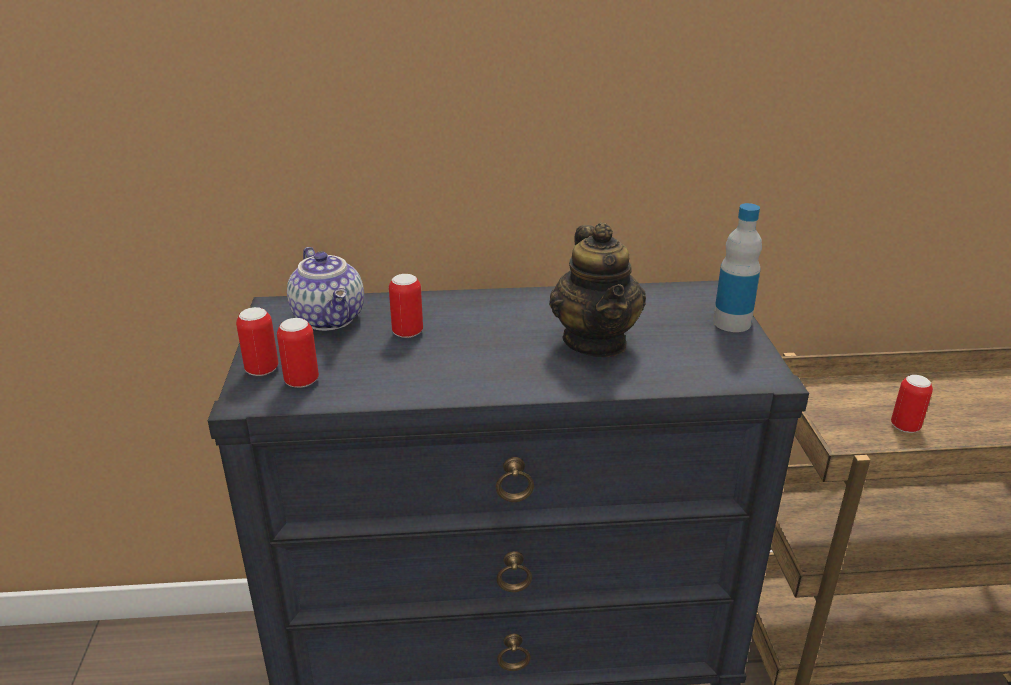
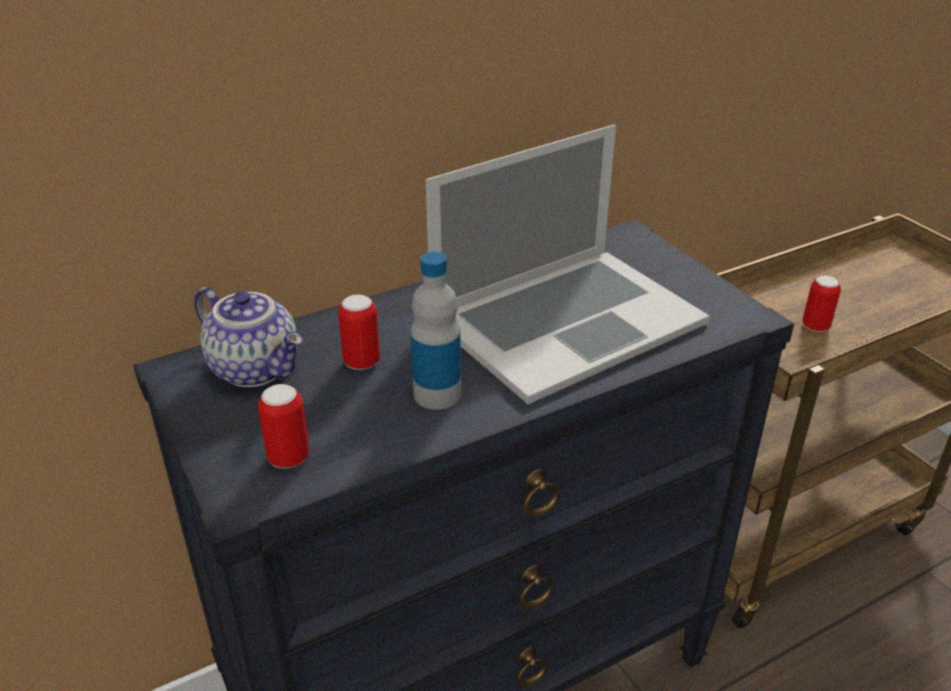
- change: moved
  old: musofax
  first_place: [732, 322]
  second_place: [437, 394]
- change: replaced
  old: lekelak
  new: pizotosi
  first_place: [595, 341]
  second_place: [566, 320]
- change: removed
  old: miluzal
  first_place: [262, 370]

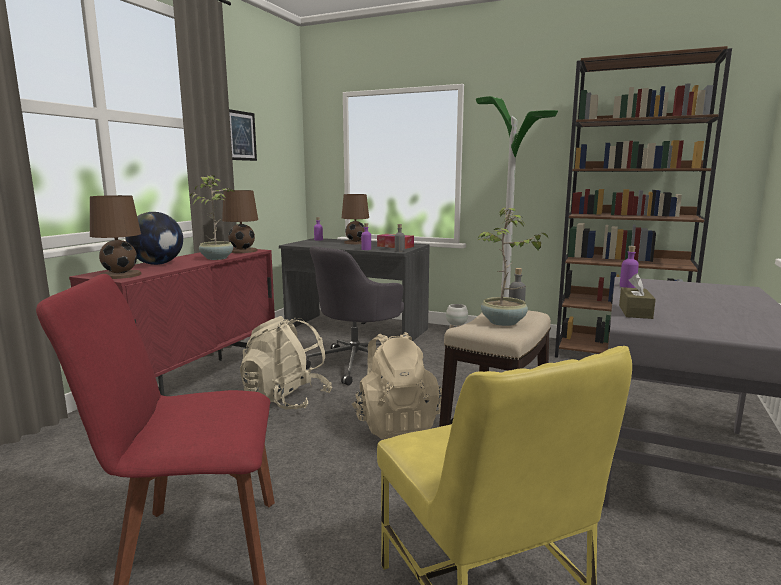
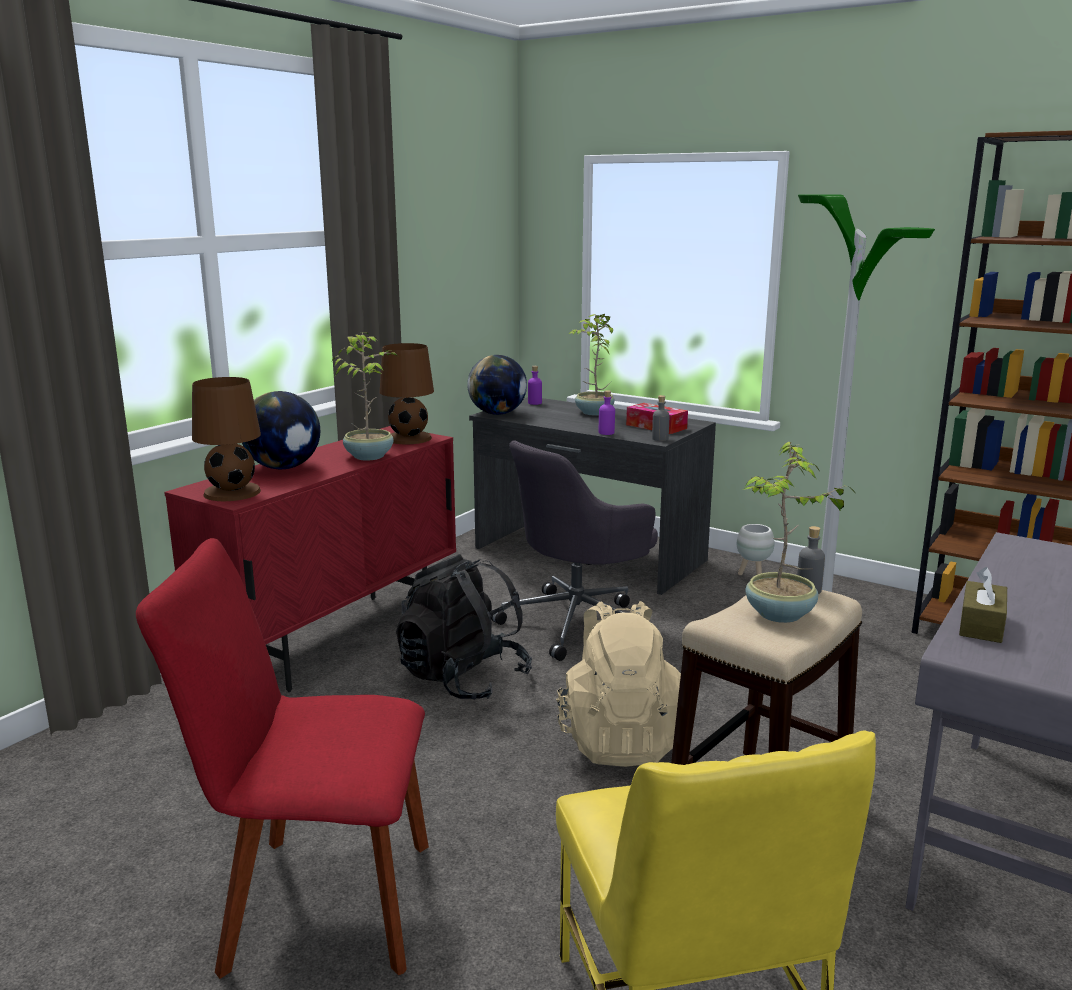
- change: removed
  old: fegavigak
  first_place: [241, 136]
- change: replaced
  old: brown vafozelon
  new: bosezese
  first_place: [355, 242]
  second_place: [593, 413]
- change: removed
  old: purple musofax
  first_place: [627, 286]
- change: recoloured
  old: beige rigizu
  new: black rigizu
  first_place: [286, 399]
  second_place: [463, 678]
- change: added
  new: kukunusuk
  second_place: [497, 413]

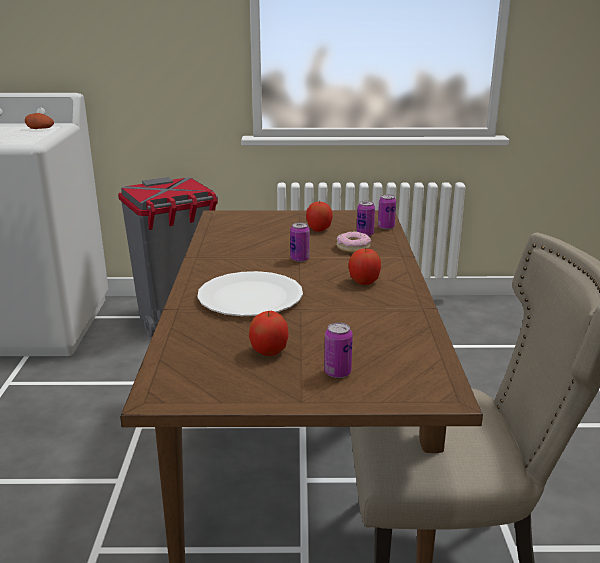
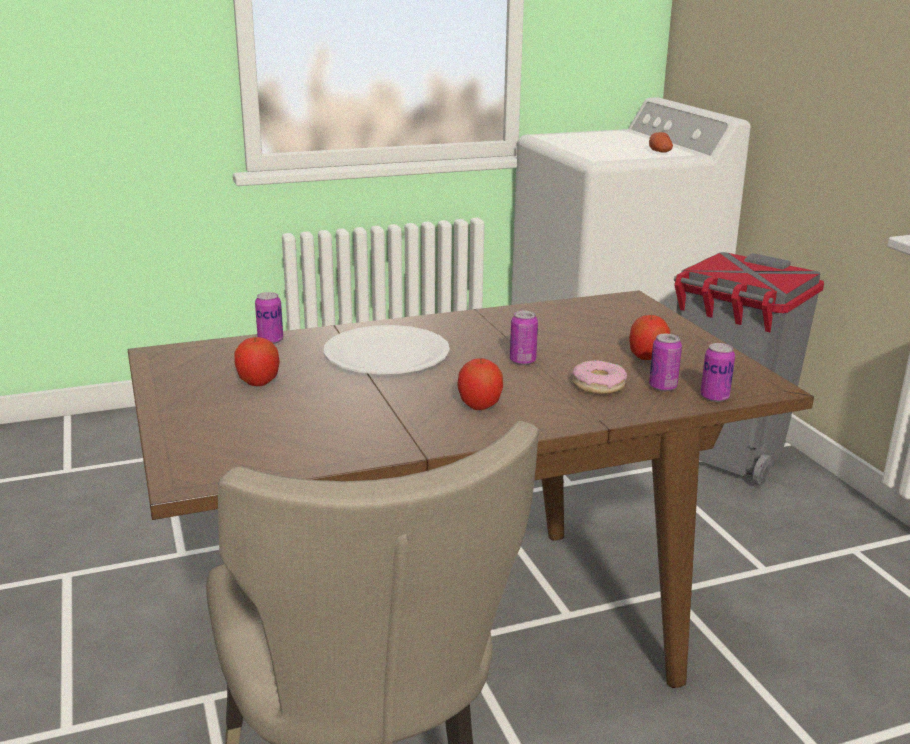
- change: moved
  old: miluzal
  first_place: [337, 373]
  second_place: [270, 340]

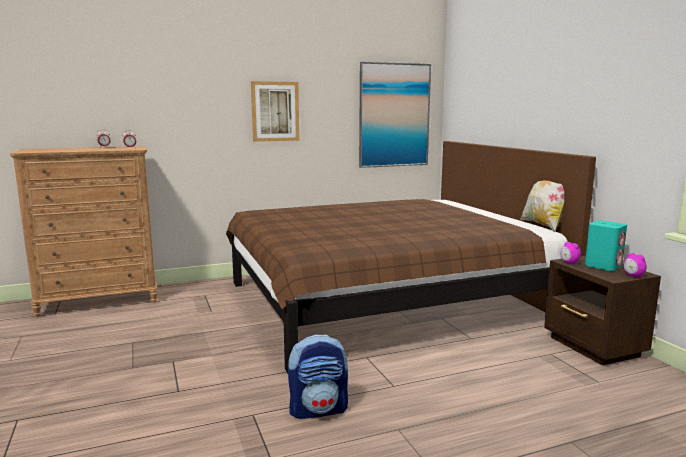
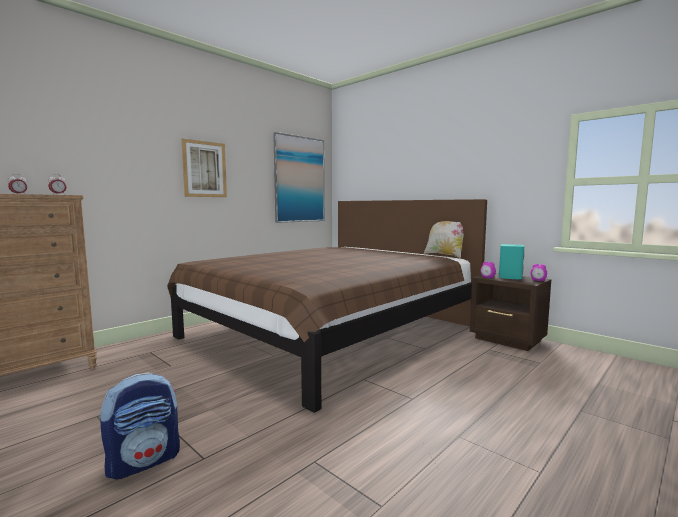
- change: moved
  old: rigizu
  first_place: [319, 409]
  second_place: [144, 461]

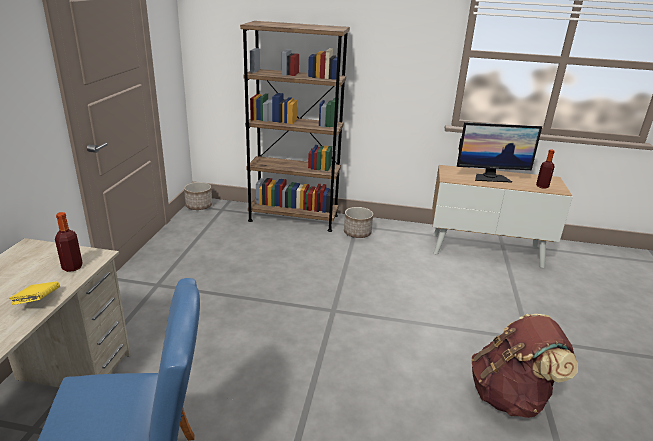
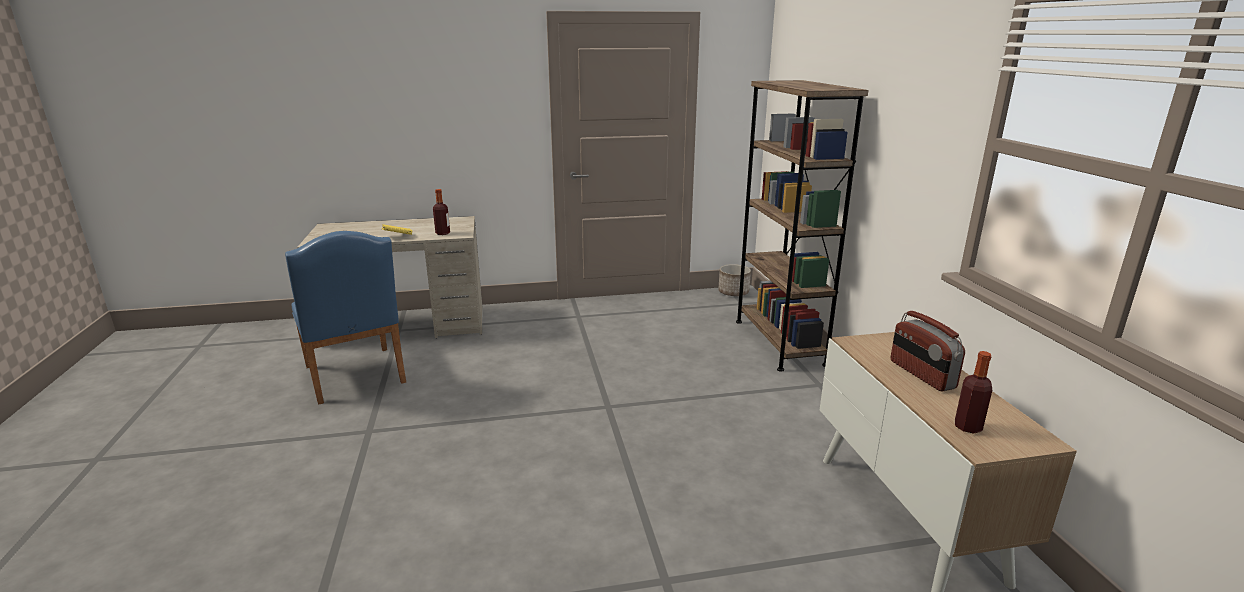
- change: replaced
  old: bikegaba
  new: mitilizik
  first_place: [490, 178]
  second_place: [921, 374]
- change: removed
  old: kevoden
  first_place: [357, 233]
- change: removed
  old: brown rigizu
  first_place: [510, 396]

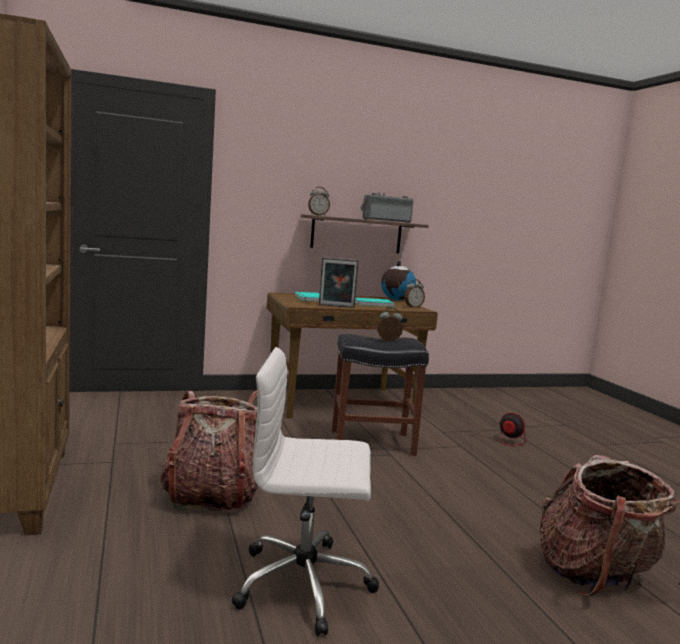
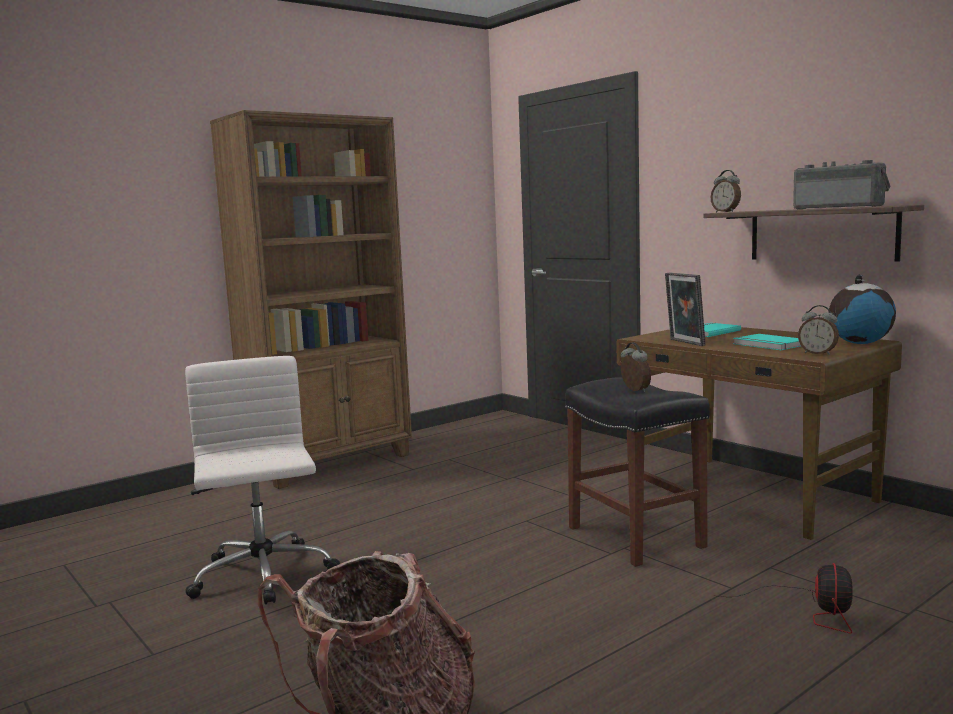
- change: removed
  old: rigizu
  first_place: [211, 496]

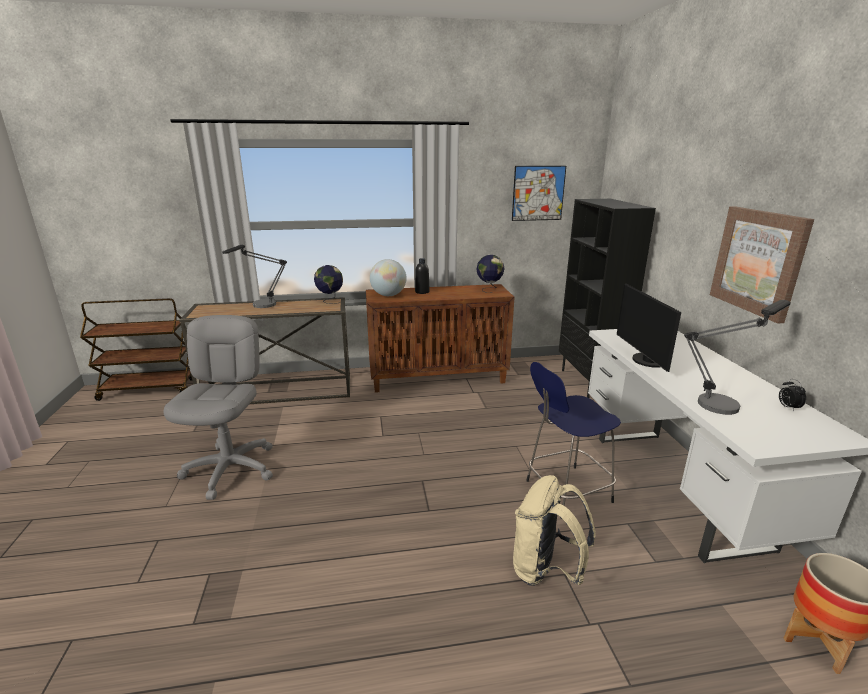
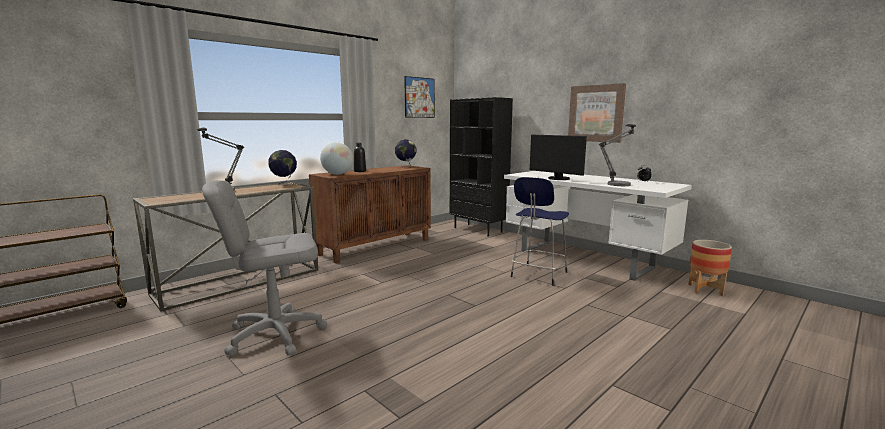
- change: turned
  old: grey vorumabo
  first_place: [231, 469]
  second_place: [275, 334]
  degrees: -75
- change: removed
  old: beige rigizu
  first_place: [545, 570]

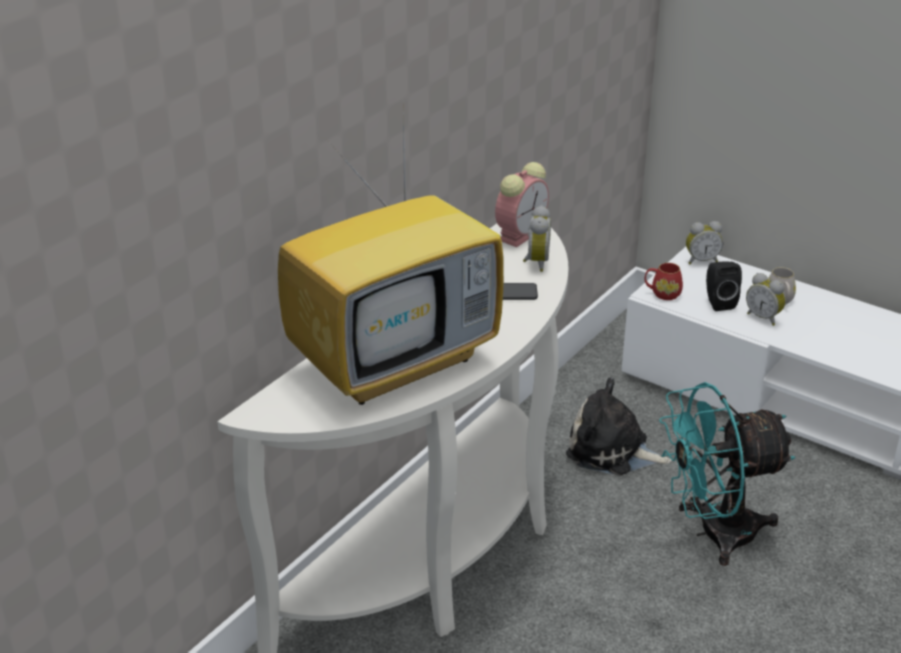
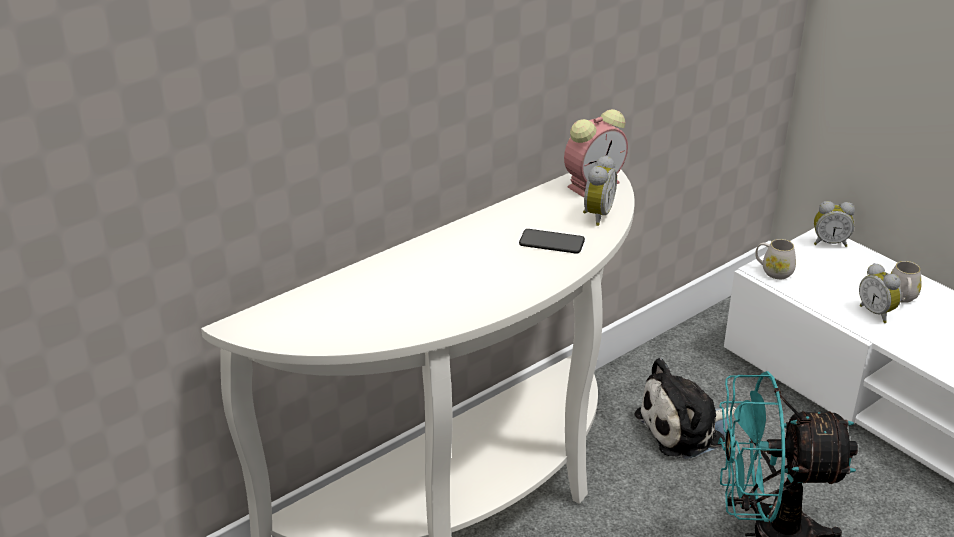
- change: removed
  old: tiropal
  first_place: [396, 361]
- change: removed
  old: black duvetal
  first_place: [718, 302]
- change: recoloured
  old: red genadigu
  new: white genadigu
  first_place: [662, 293]
  second_place: [773, 271]
- change: turned
  old: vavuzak
  first_place: [612, 450]
  second_place: [685, 428]
  degrees: -60

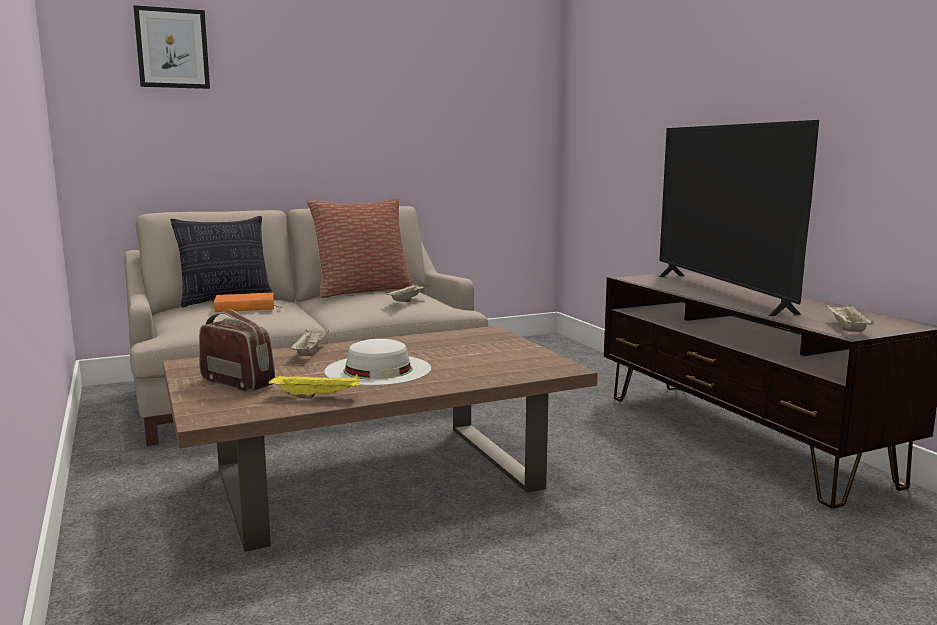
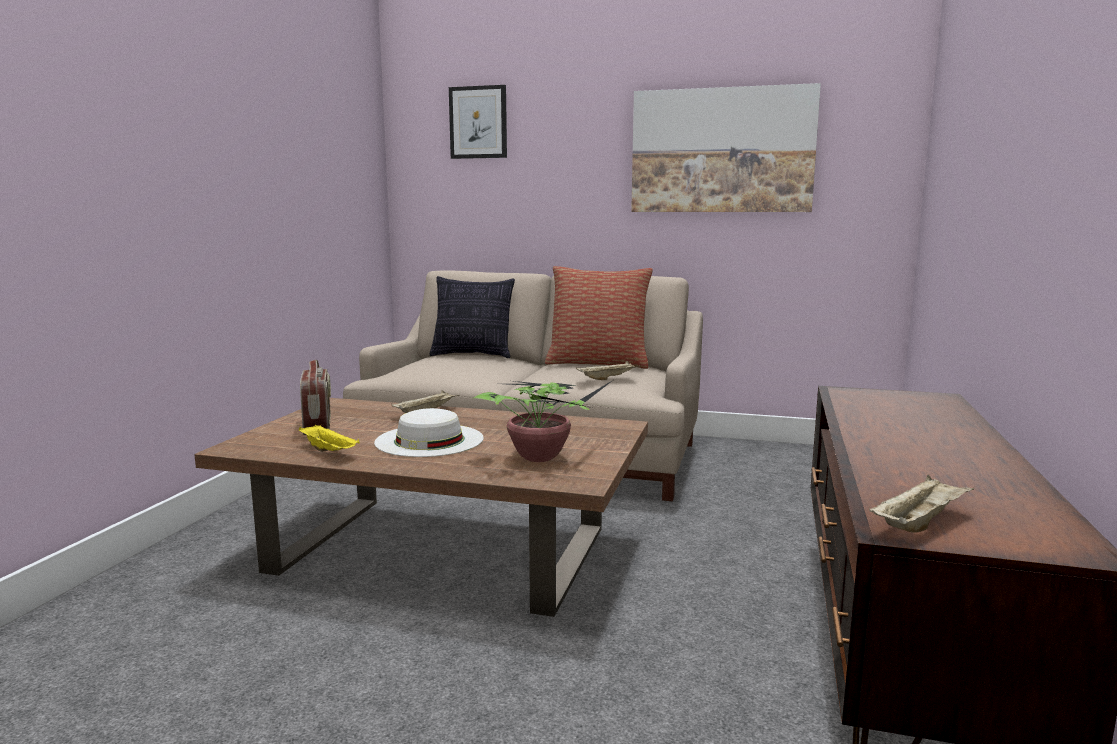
- change: removed
  old: tiropal
  first_place: [720, 293]
- change: removed
  old: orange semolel
  first_place: [245, 307]
- change: added
  new: fegavigak
  second_place: [722, 151]
- change: added
  new: bosezese
  second_place: [542, 456]

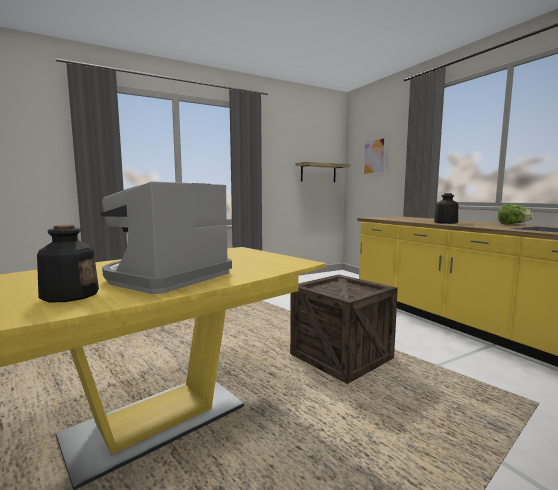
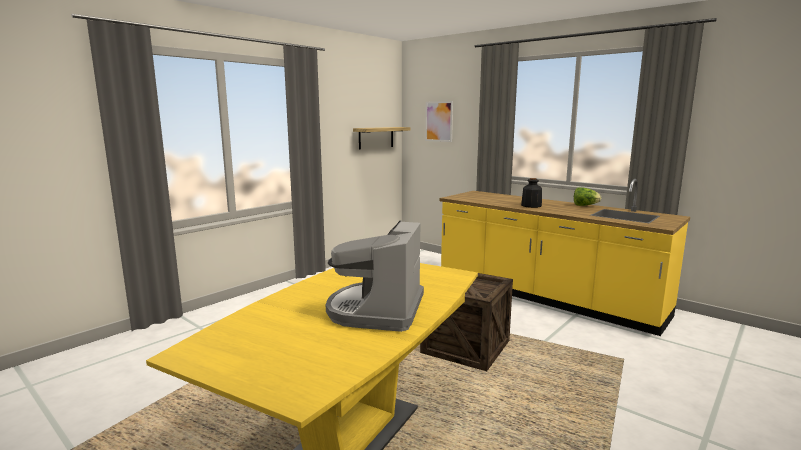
- change: removed
  old: musofax
  first_place: [69, 295]

